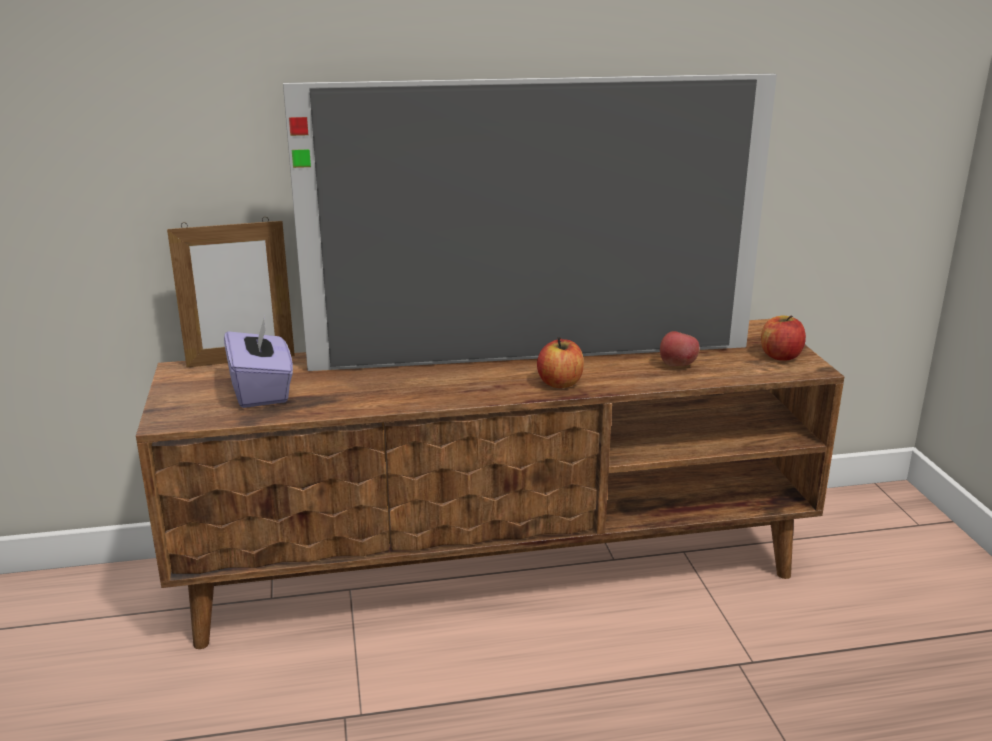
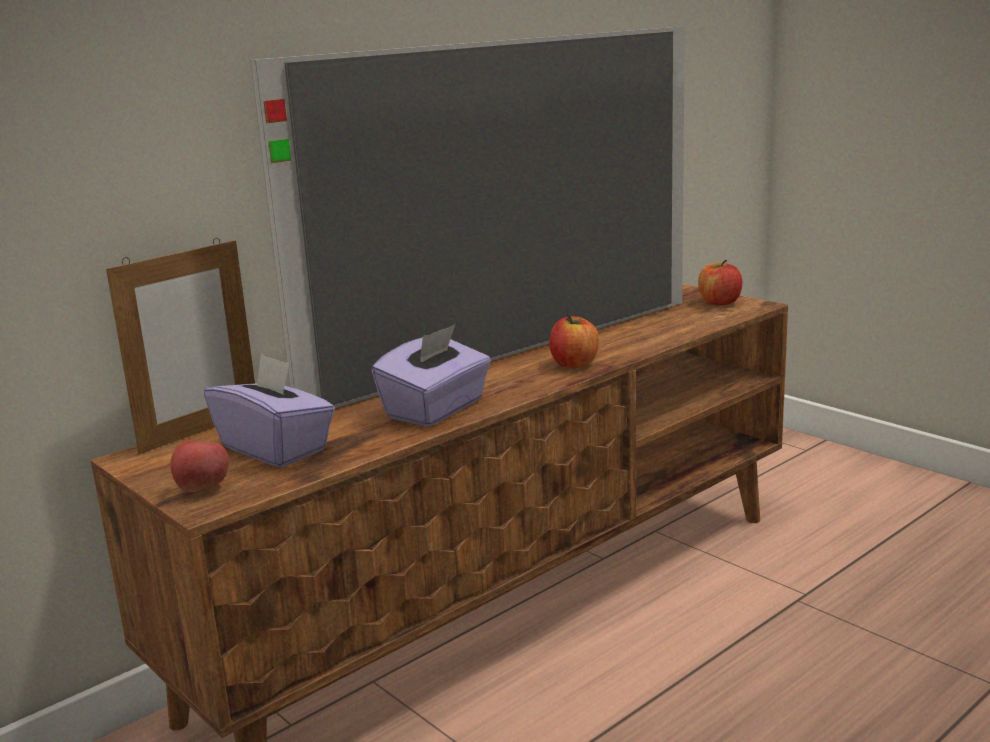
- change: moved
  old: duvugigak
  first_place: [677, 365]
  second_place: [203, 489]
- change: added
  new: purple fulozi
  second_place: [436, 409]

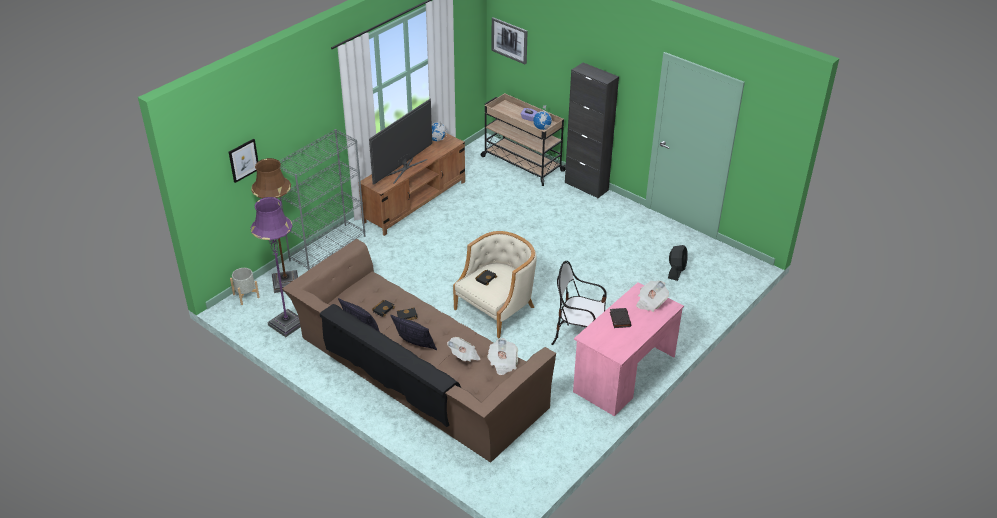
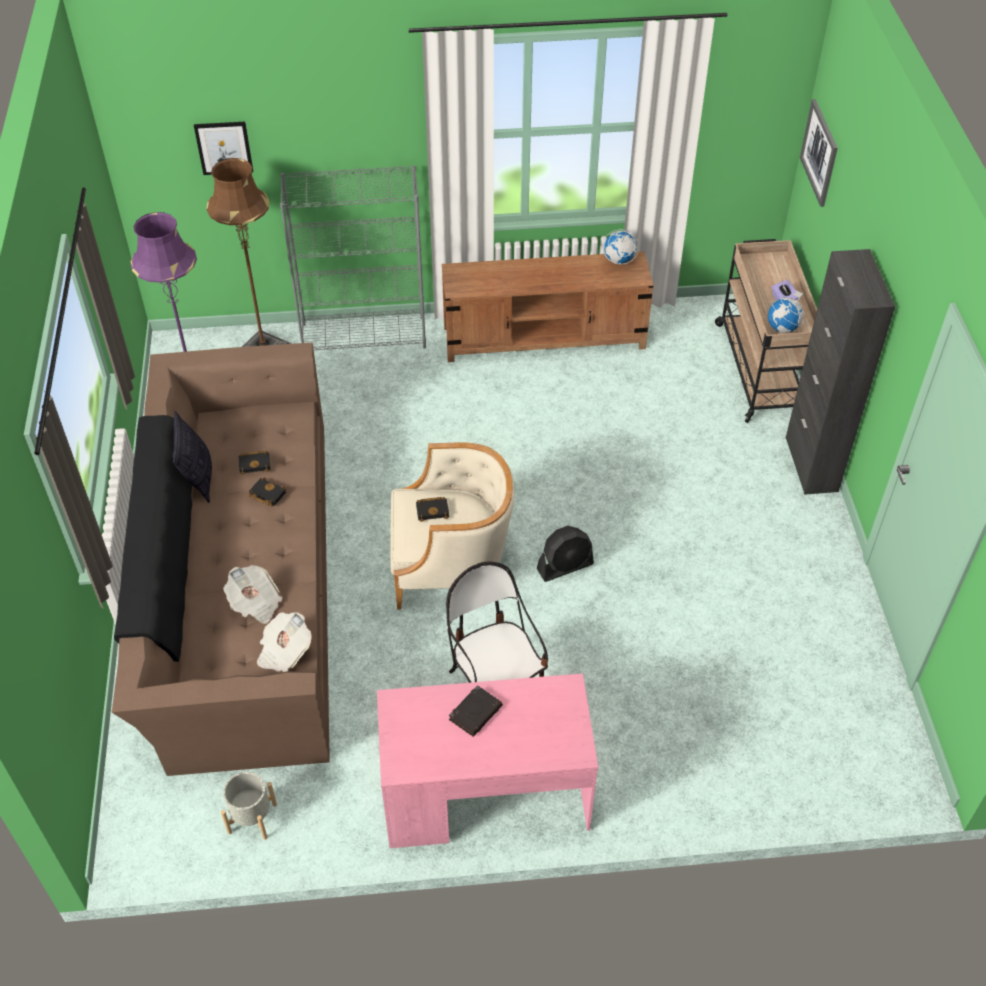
- change: removed
  old: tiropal
  first_place: [404, 168]
- change: moved
  old: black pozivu
  first_place: [676, 271]
  second_place: [565, 566]
- change: moved
  old: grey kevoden
  first_place: [246, 296]
  second_place: [252, 818]
- change: removed
  old: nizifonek
  first_place: [650, 302]
- change: removed
  old: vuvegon
  first_place: [414, 346]

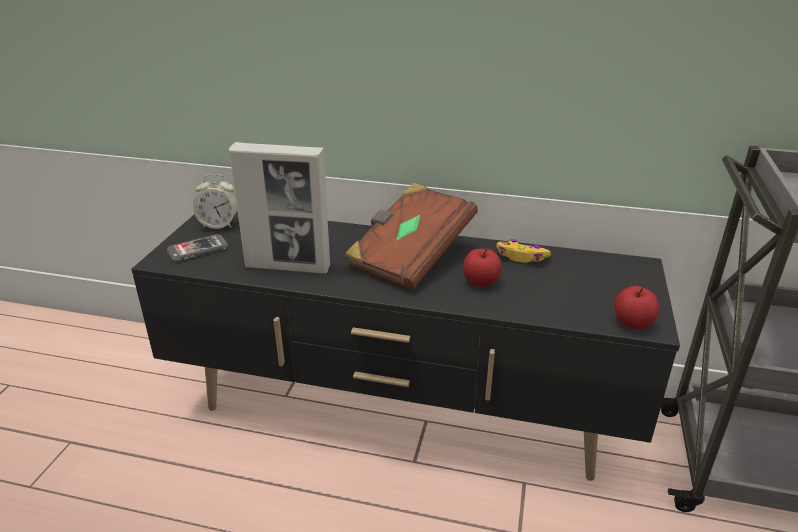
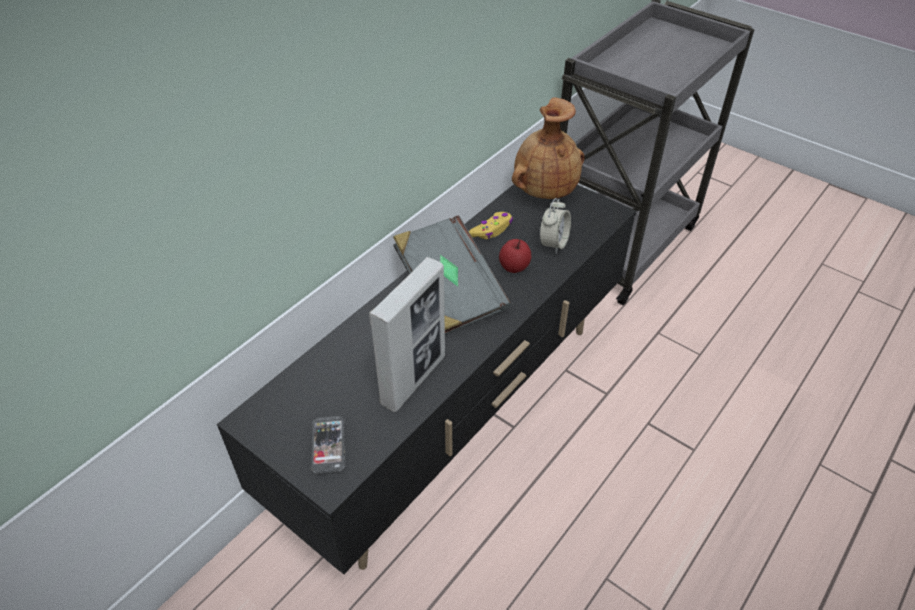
- change: moved
  old: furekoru
  first_place: [219, 225]
  second_place: [553, 243]
- change: recoloured
  old: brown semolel
  new: grey semolel
  first_place: [410, 256]
  second_place: [448, 292]
- change: removed
  old: duvugigak
  first_place: [632, 323]
- change: added
  new: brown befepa
  second_place: [544, 191]

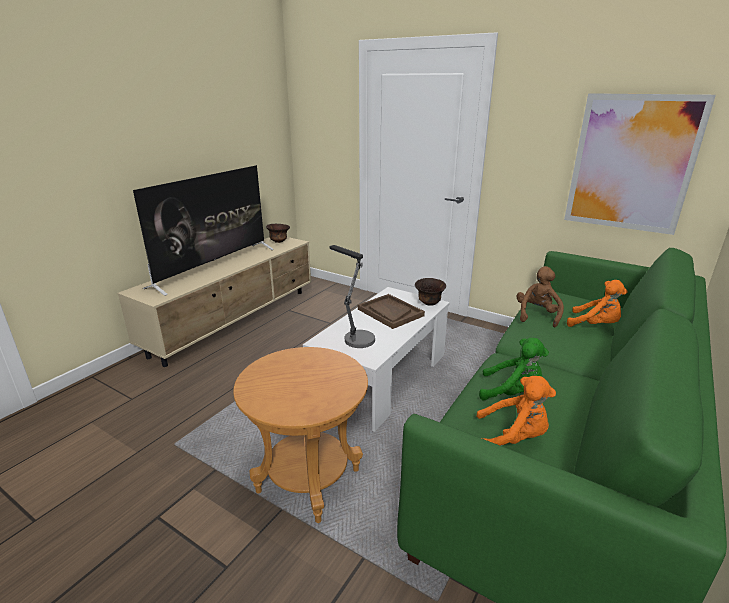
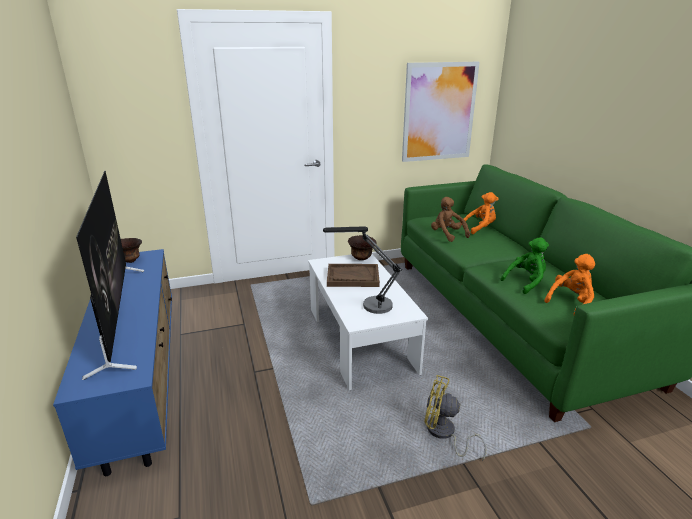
- change: recoloured
  old: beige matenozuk
  new: blue matenozuk
  first_place: [235, 321]
  second_place: [141, 375]
- change: replaced
  old: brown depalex
  new: yellow pozivu
  first_place: [308, 481]
  second_place: [444, 434]

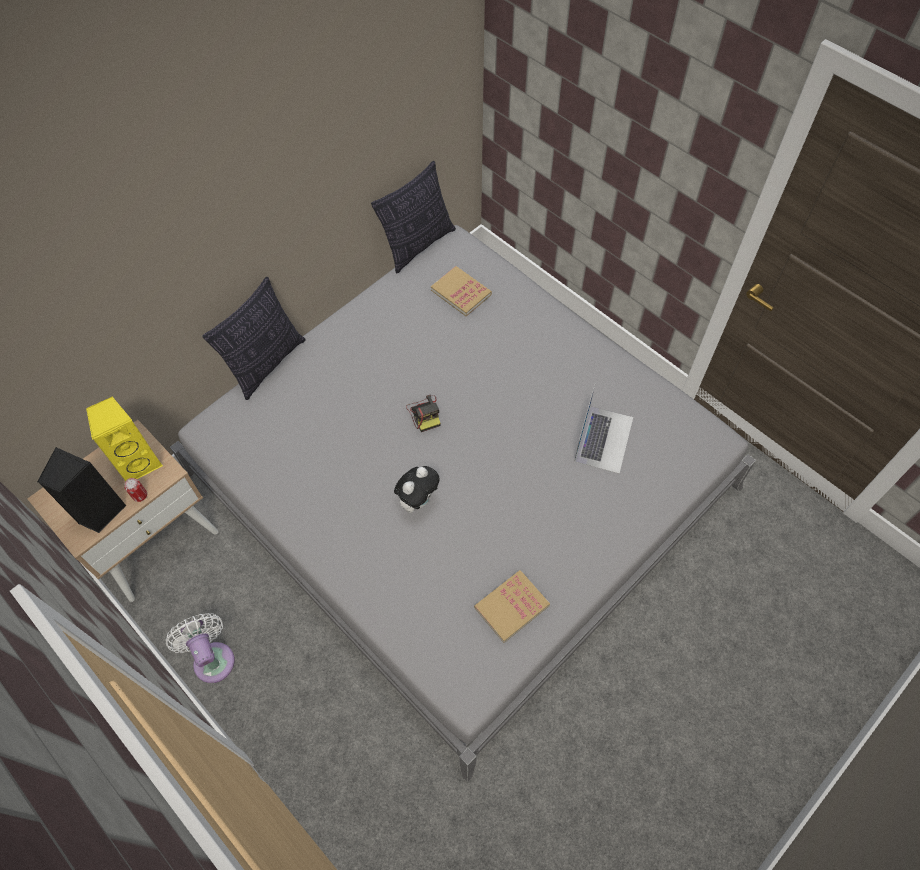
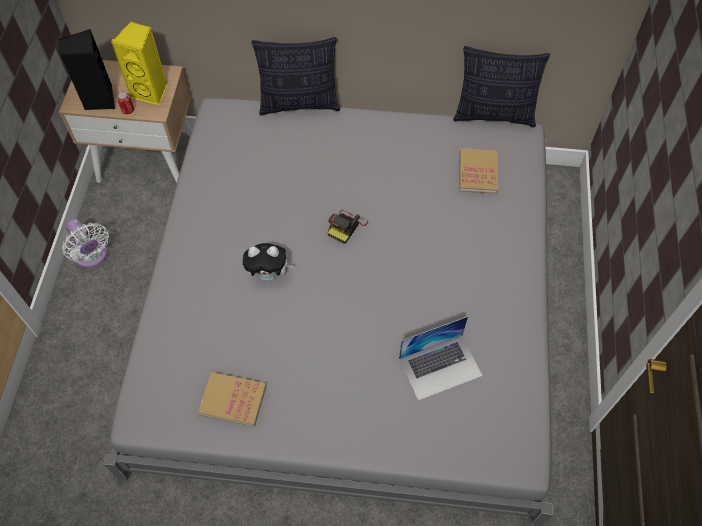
- change: turned
  old: white pozivu
  first_place: [212, 658]
  second_place: [92, 256]
  degrees: 120

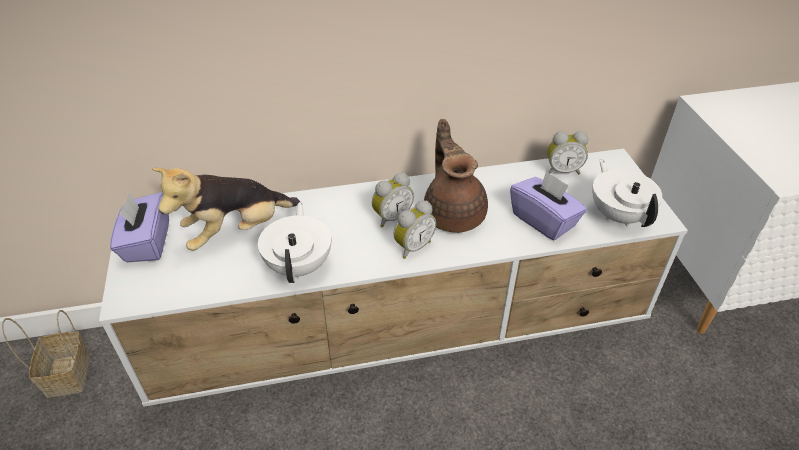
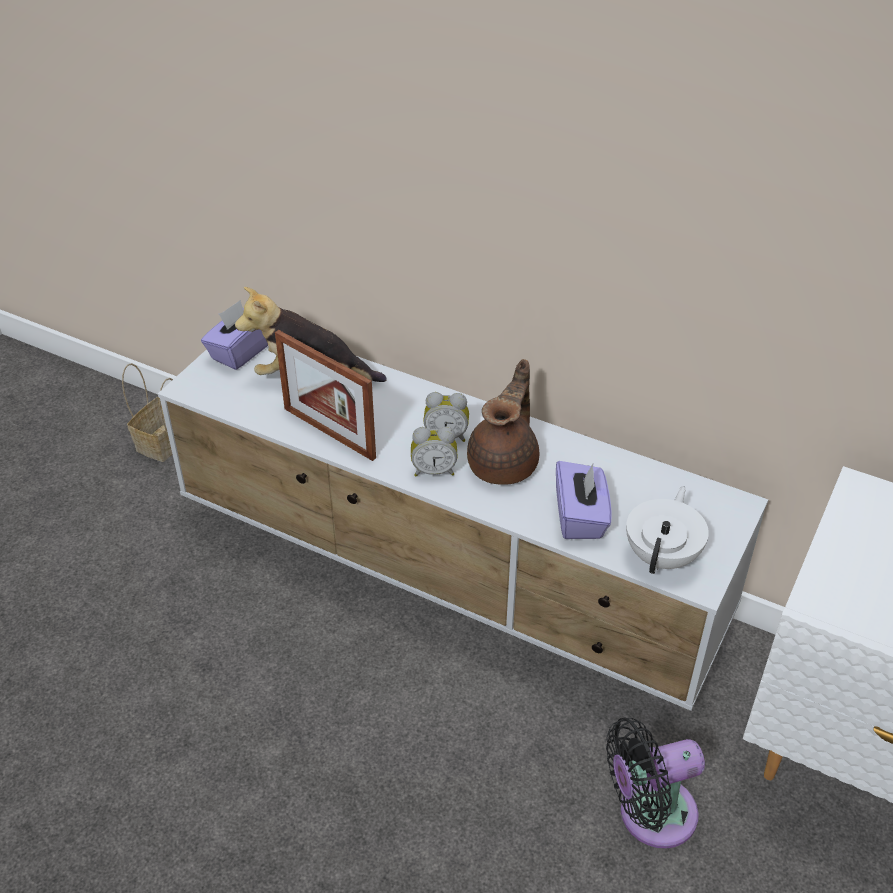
- change: removed
  old: furekoru
  first_place: [562, 170]
- change: replaced
  old: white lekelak
  new: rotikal
  first_place: [299, 265]
  second_place: [329, 433]
- change: added
  new: black pozivu
  second_place: [649, 814]

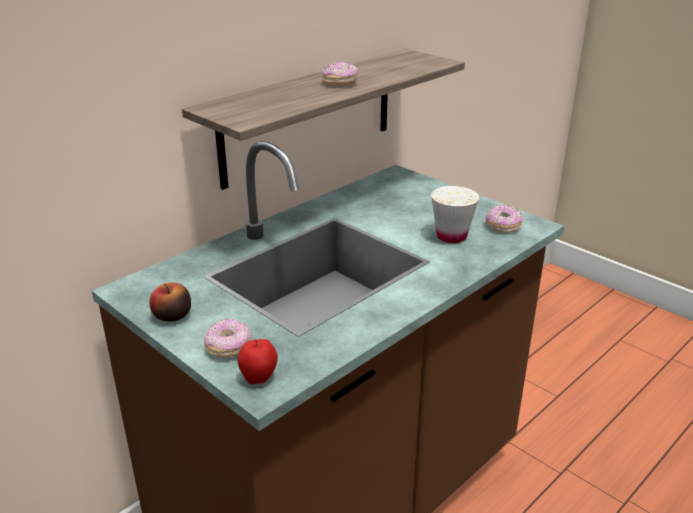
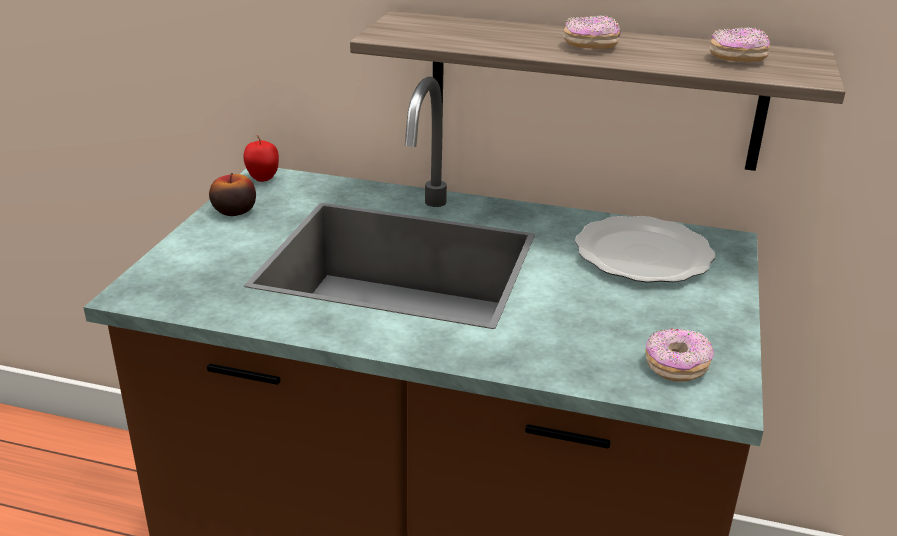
- change: removed
  old: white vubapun
  first_place: [451, 236]
- change: moved
  old: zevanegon
  first_place: [228, 347]
  second_place: [737, 59]
- change: moved
  old: duvugigak
  first_place: [259, 379]
  second_place: [263, 179]
- change: added
  new: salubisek
  second_place: [645, 255]

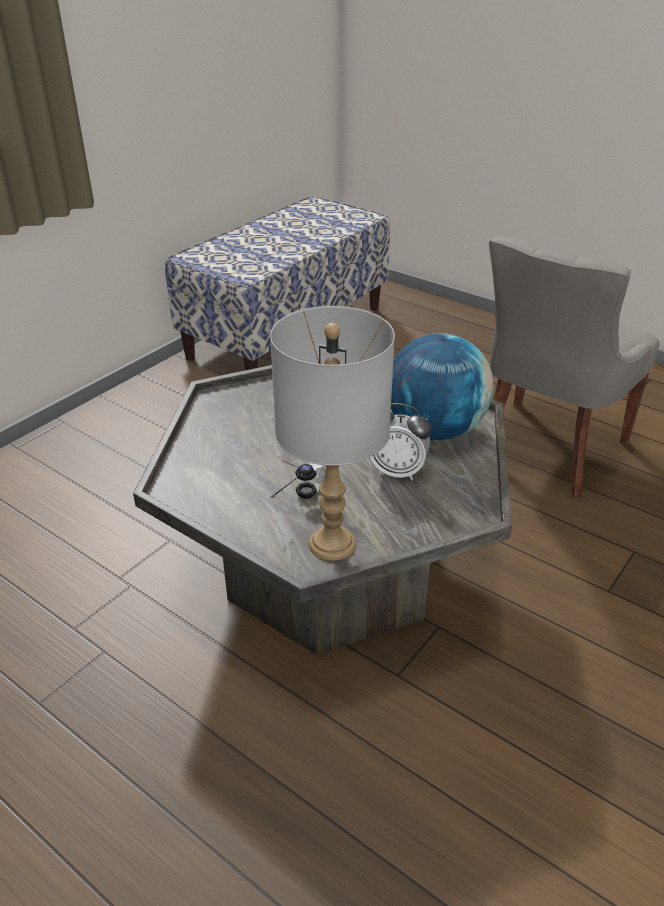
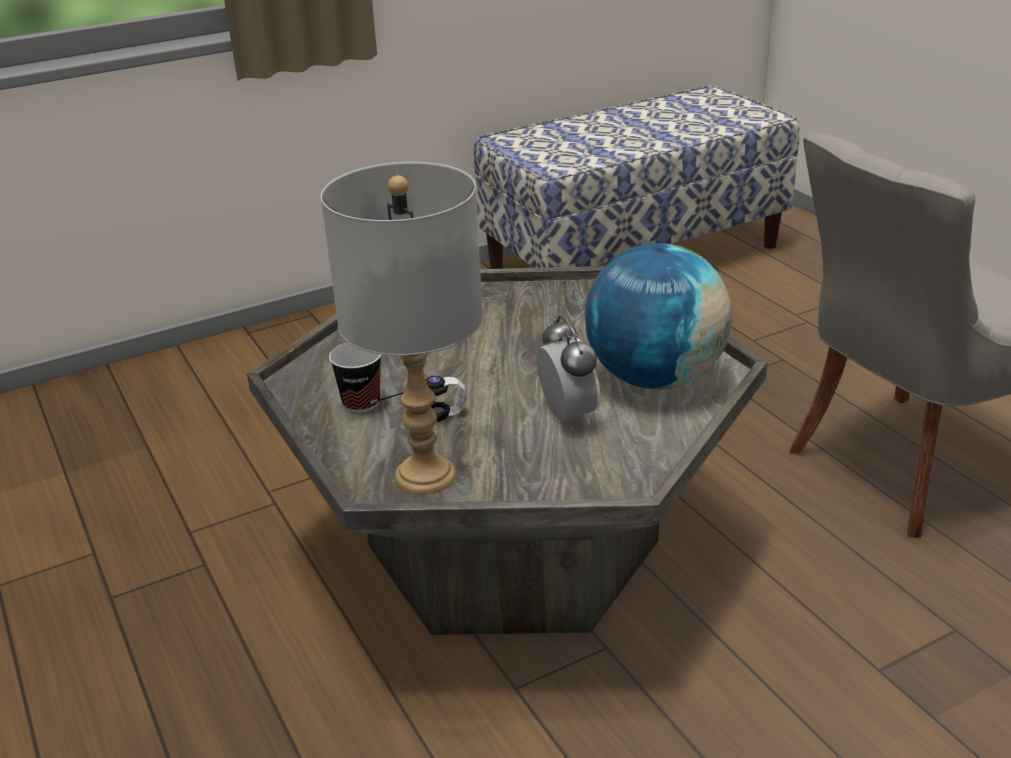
- change: turned
  old: furekoru
  first_place: [397, 471]
  second_place: [568, 415]
  degrees: -150
- change: added
  new: vubapun
  second_place: [361, 403]

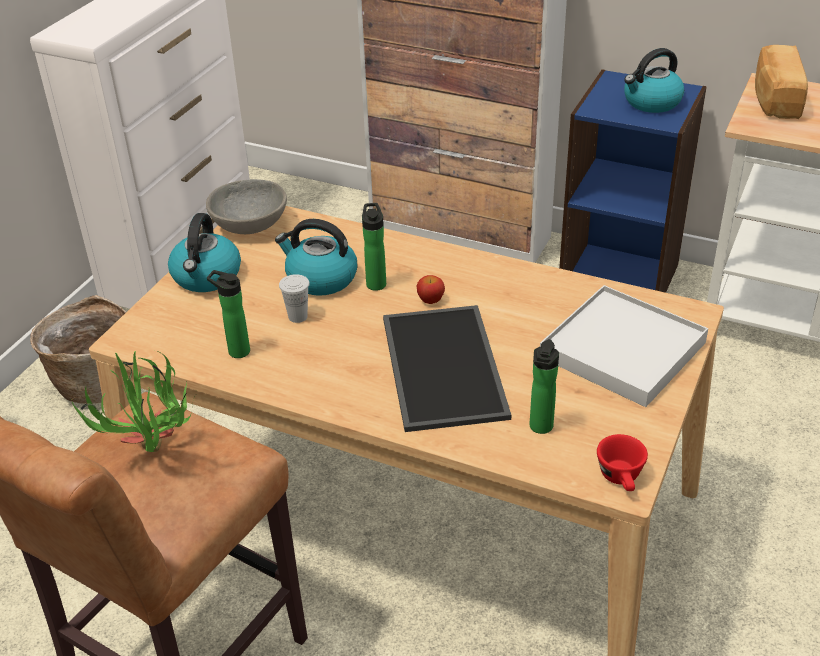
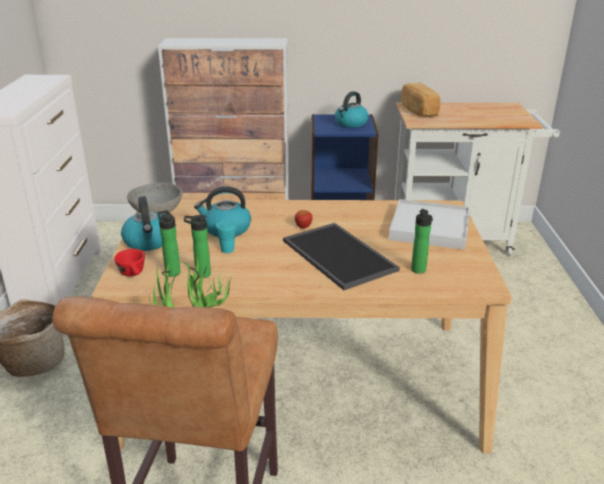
- change: moved
  old: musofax
  first_place: [376, 282]
  second_place: [172, 272]
- change: recoloured
  old: white vubapun
  new: turquoise vubapun
  first_place: [298, 317]
  second_place: [227, 250]
- change: moved
  old: red vubapun
  first_place: [621, 479]
  second_place: [133, 274]

